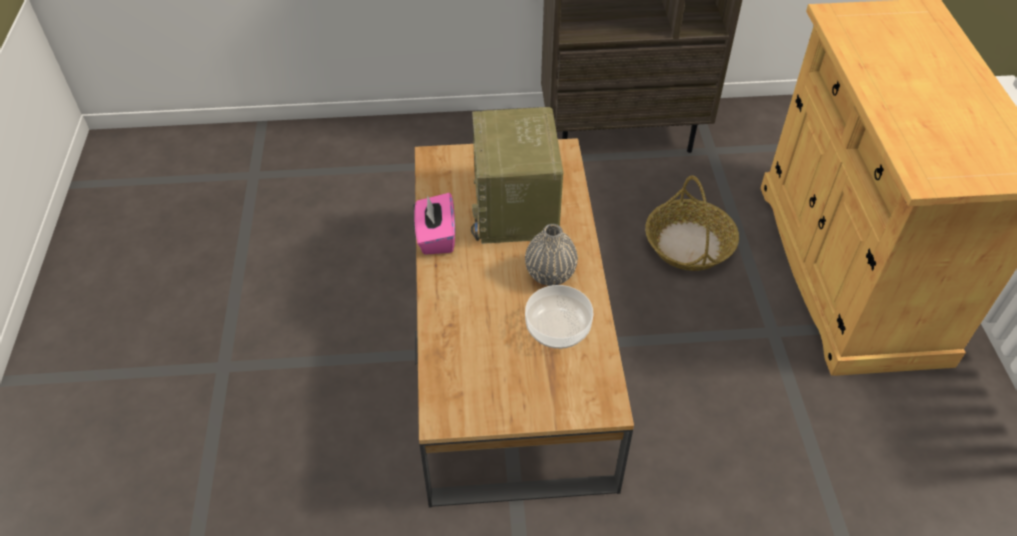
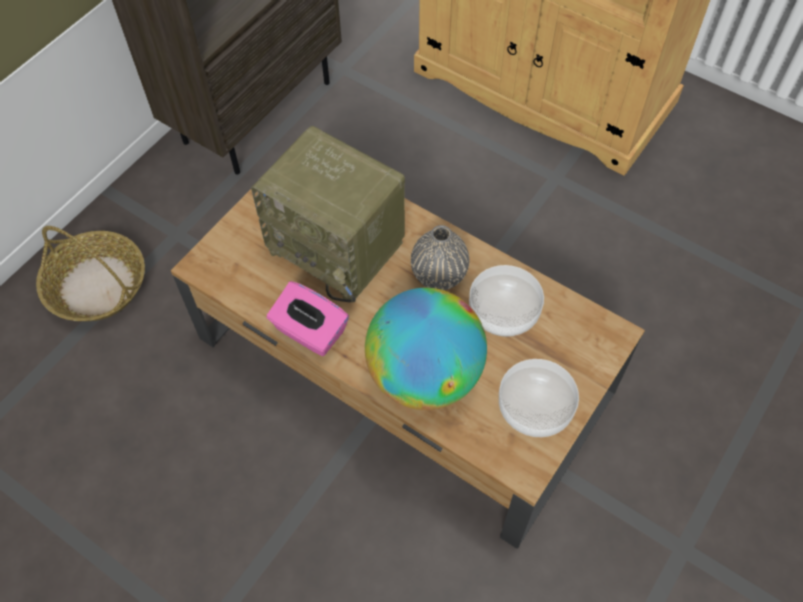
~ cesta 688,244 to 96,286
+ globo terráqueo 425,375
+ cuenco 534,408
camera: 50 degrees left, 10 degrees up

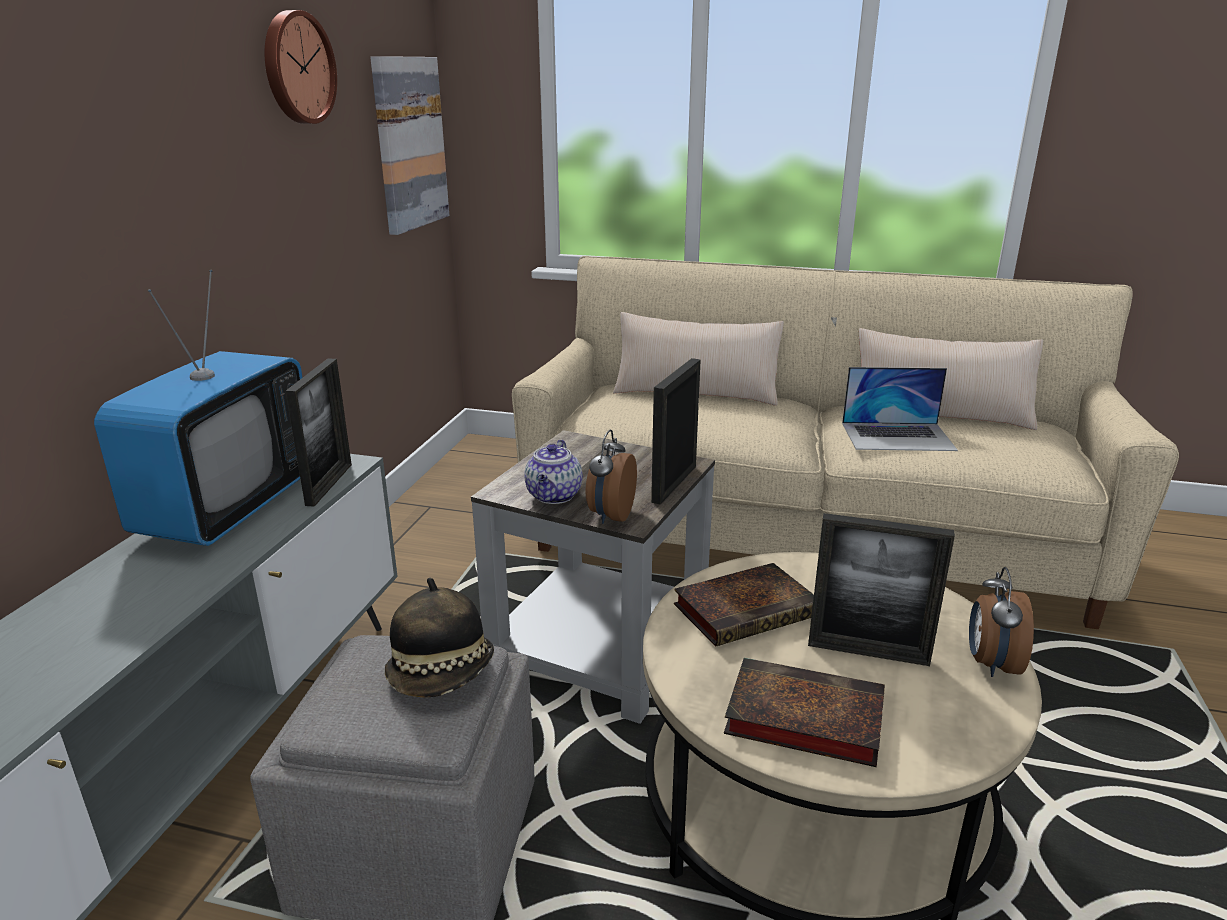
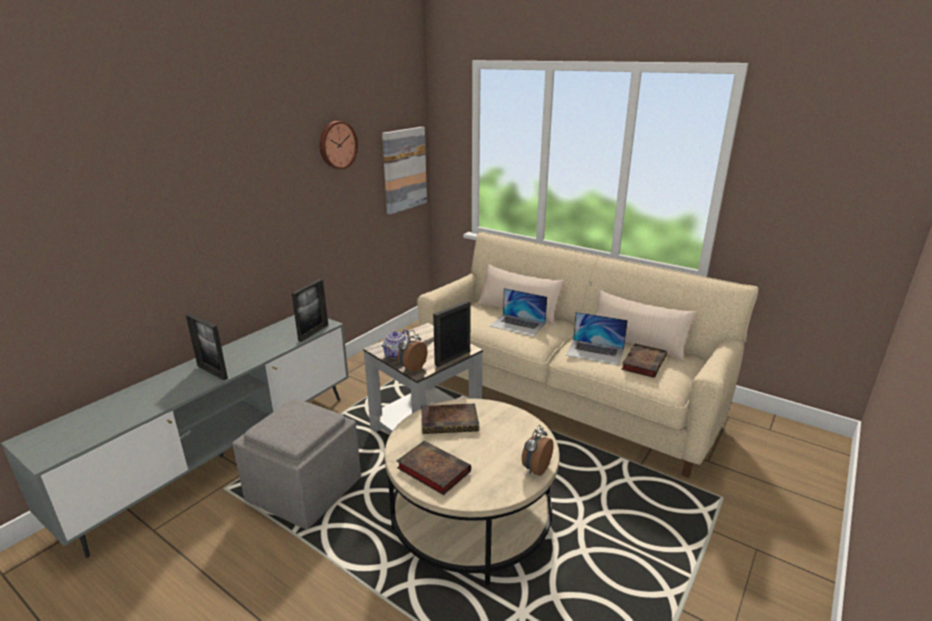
- televisor 229,507
~ portarretratos 868,652 to 212,372
- sombrero 442,674
+ portátil 518,325
+ libro 643,362
camera: 20 degrees right, 0 degrees up

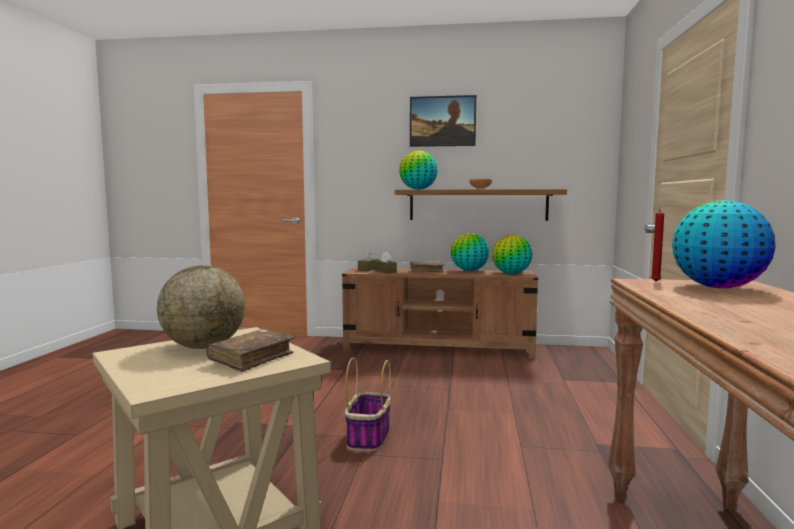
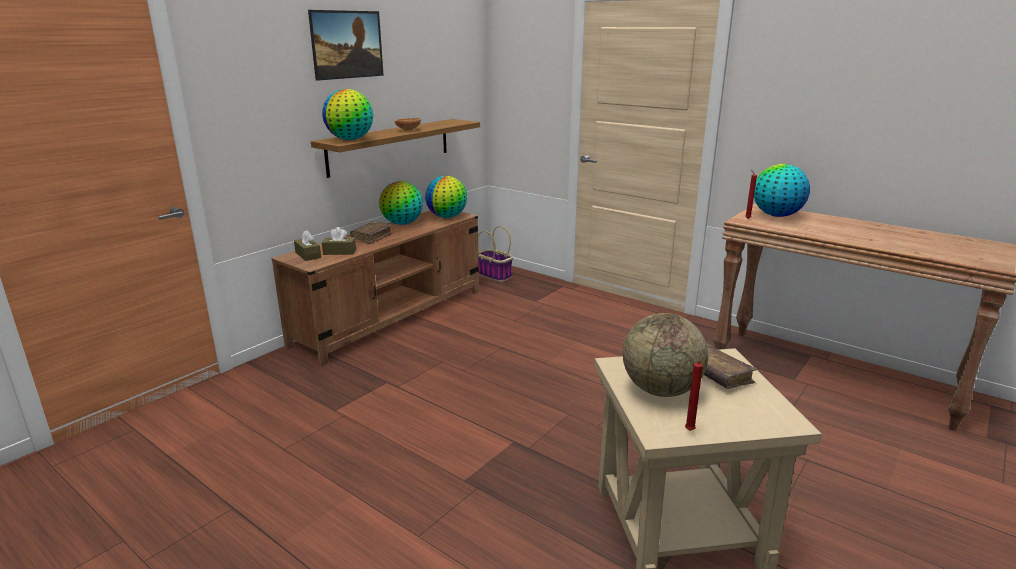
~ cesta 368,438 to 495,275
+ vela/rojo 689,431
camera: 60 degrees left, 15 degrees up

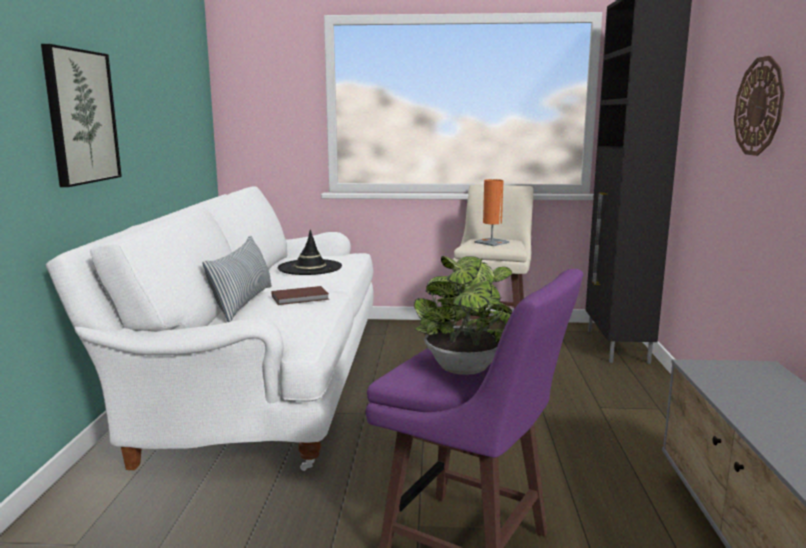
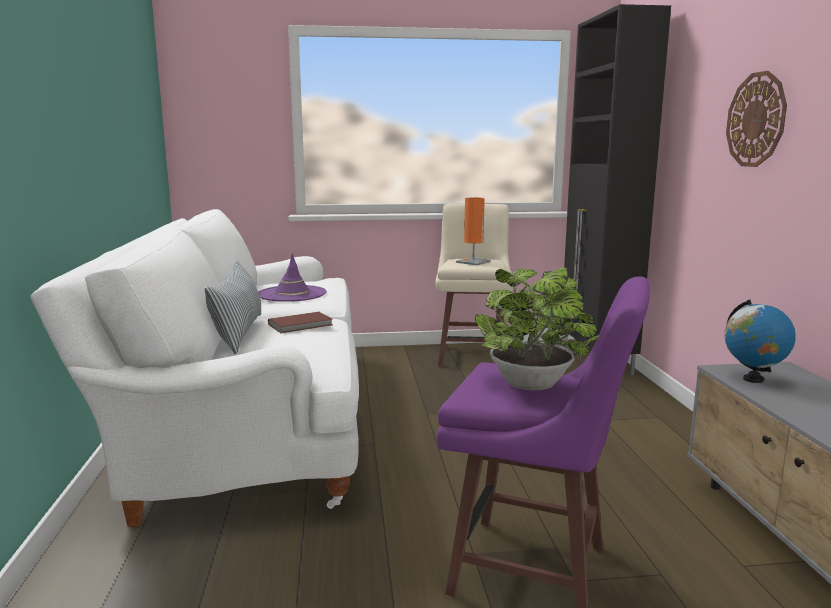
- cuadro 81,117
~ sombrero/negro 310,267 to sombrero/morado 292,294
+ globo terráqueo 753,379
camera: 10 degrees left, 0 degrees up

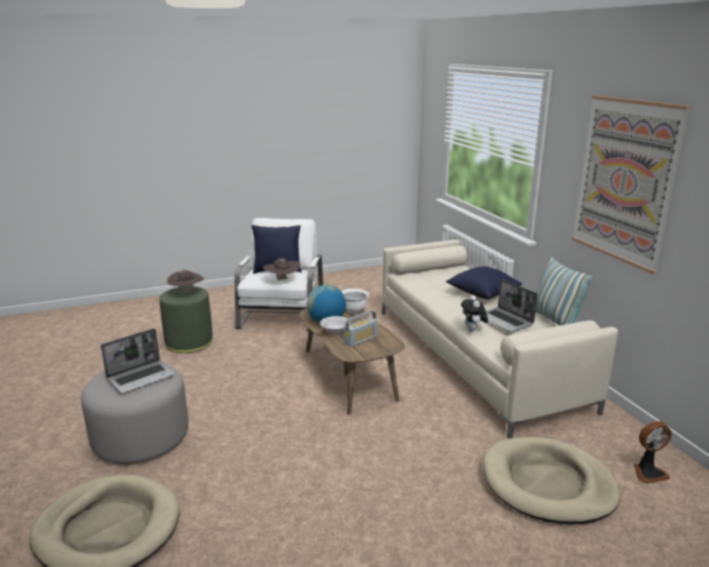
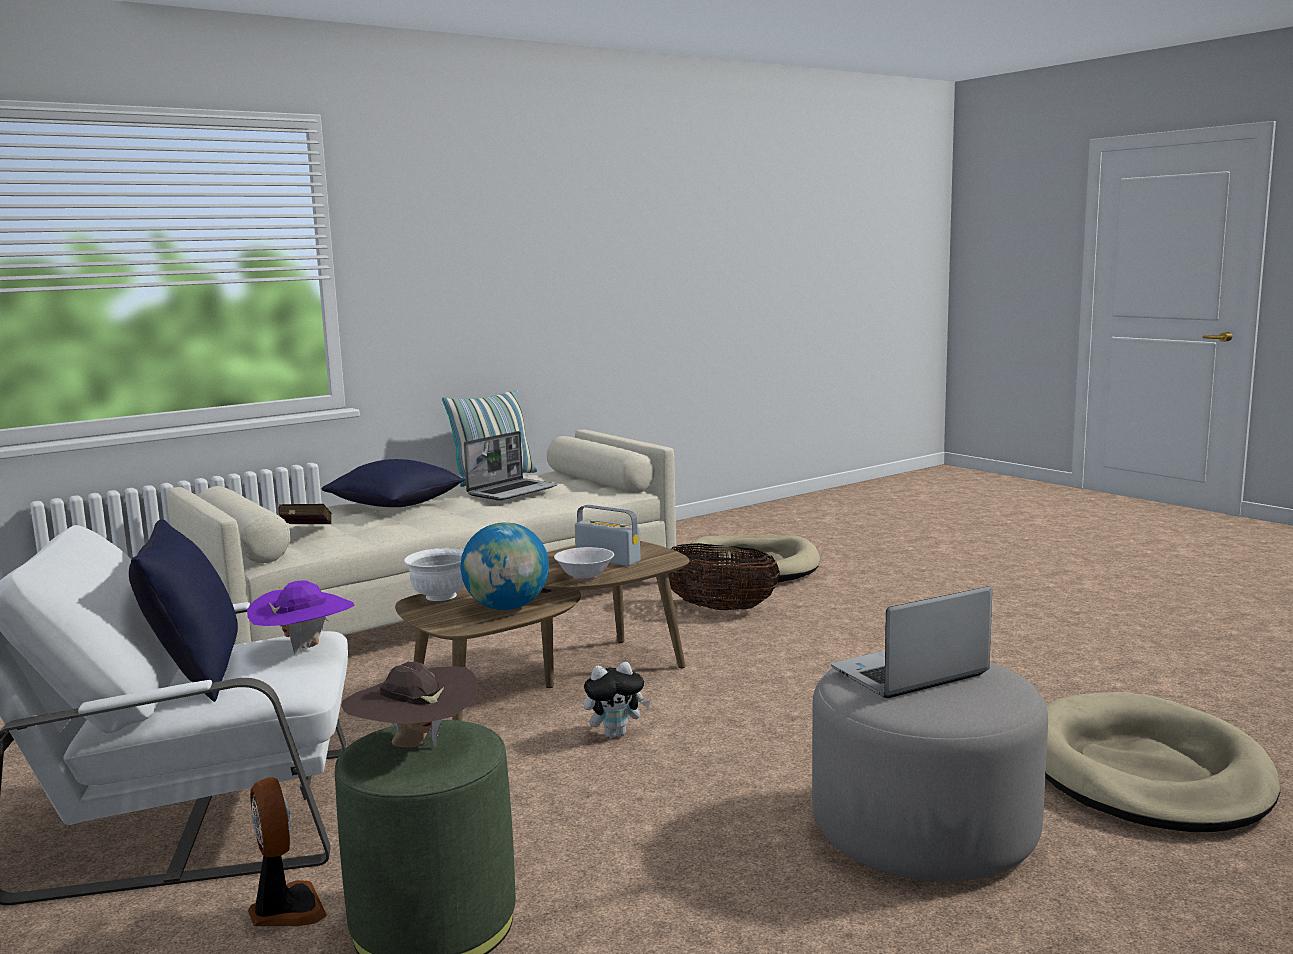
- cuadro 625,181
~ sombrero/marrón 282,280 to sombrero/morado 305,648
~ peluche 473,330 to 615,734
~ portátil 142,377 = 908,674 60 degrees counterclockwise
~ ventilador 648,472 to 285,909
+ libro/rojo 306,532
+ cesta 719,608
camera: 105 degrees left, 10 degrees down

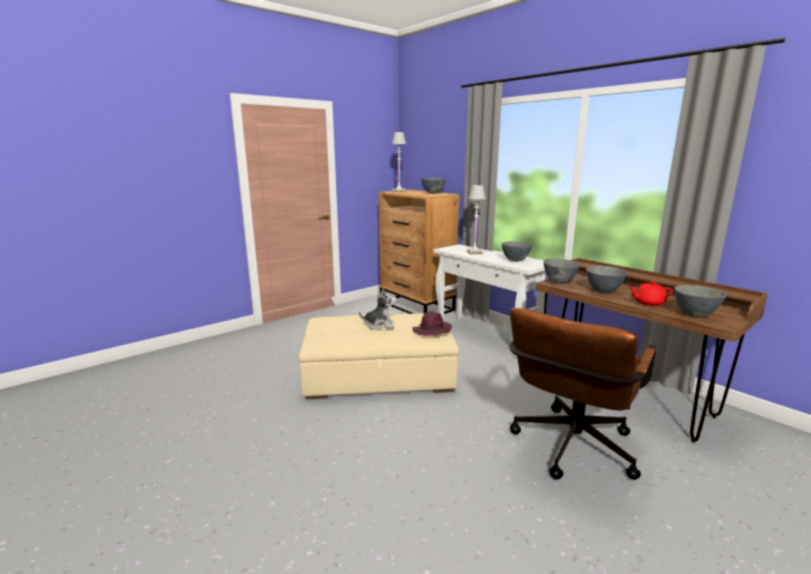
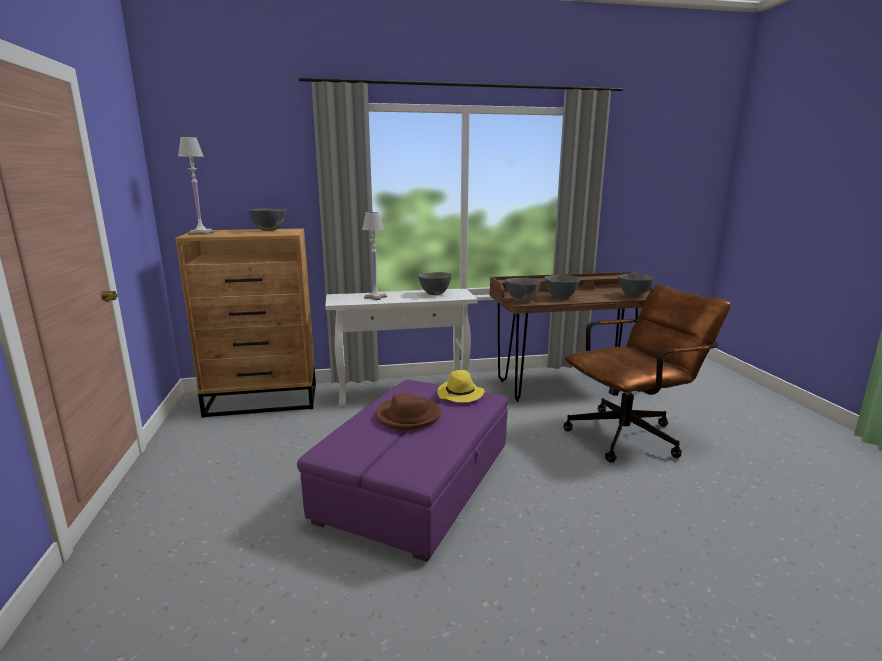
- tetera/rojo 648,303
~ peluche 379,325 to sombrero/marrón 408,416
~ silla de oficina/marrón 569,450 = 631,434 90 degrees counterclockwise
~ sombrero/morado 432,331 to sombrero/amarillo 460,395
~ puf/beis 379,374 to puf/morado 417,482
camera: 60 degrees left, 0 degrees up

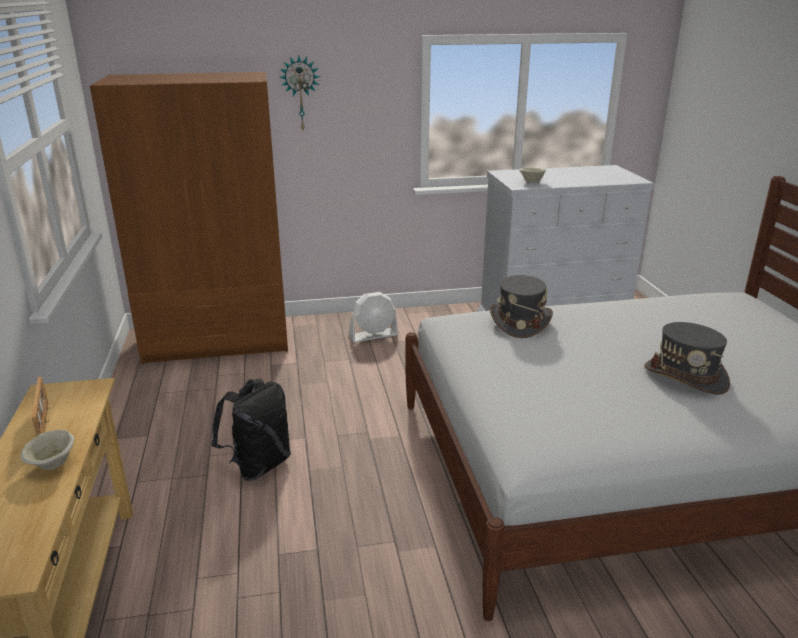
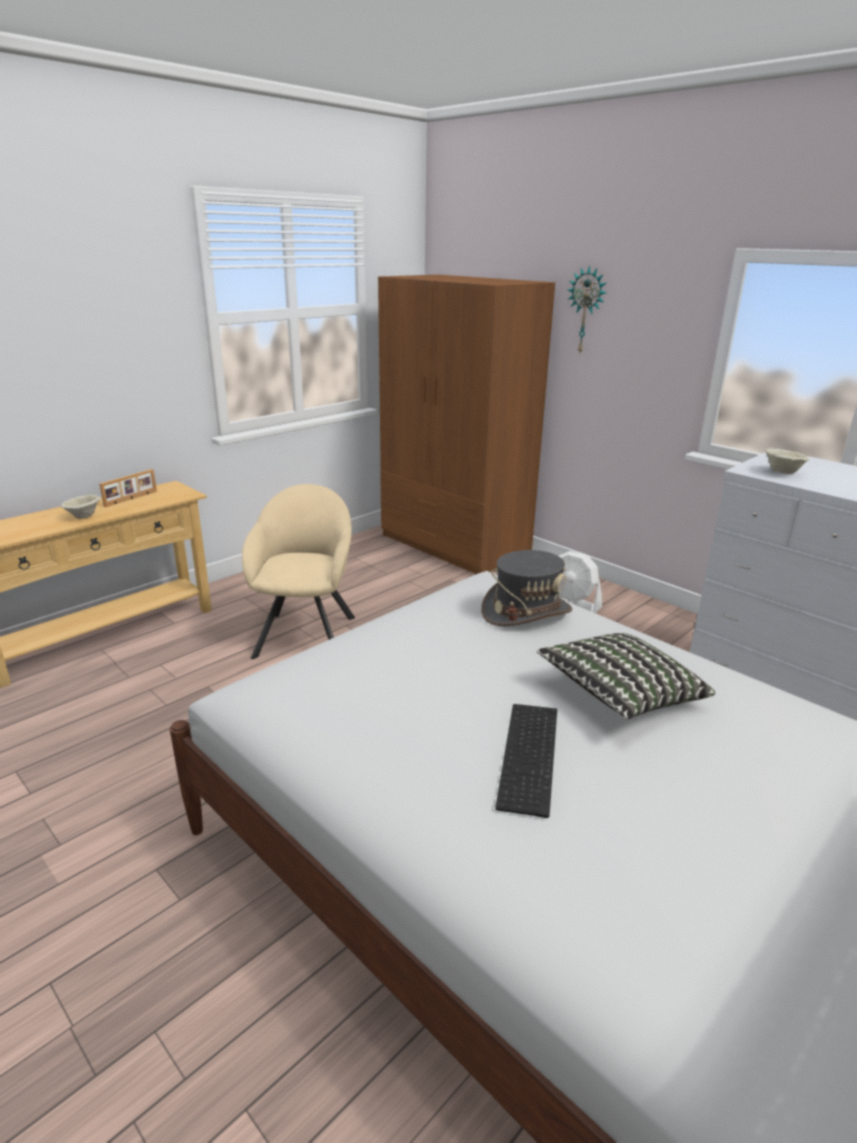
~ sombrero/gris 685,377 to teclado 532,757
~ mochila/negro 258,465 to sillón/beis 307,633
+ cojín 619,695
camera: 55 degrees right, 0 degrees up

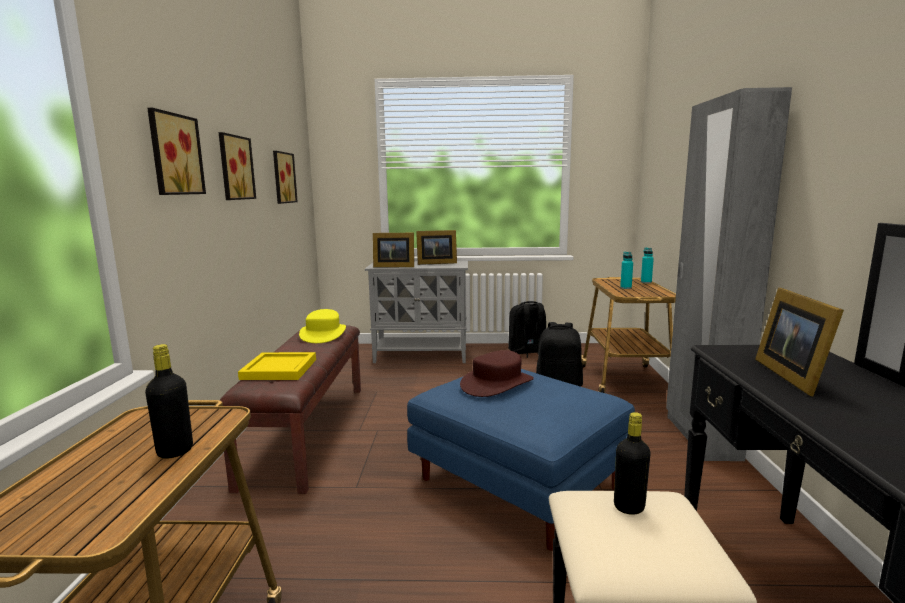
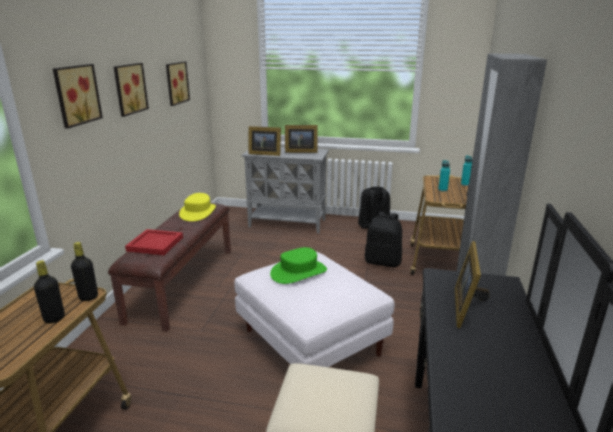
~ sombrero/marrón 496,383 to sombrero/verde 298,272
~ bandeja/amarillo 278,369 to bandeja/rojo 154,244
~ puf/azul 515,483 to puf/blanco 309,341
~ botella/negro 629,507 to 88,297
camera: 10 degrees right, 10 degrees up

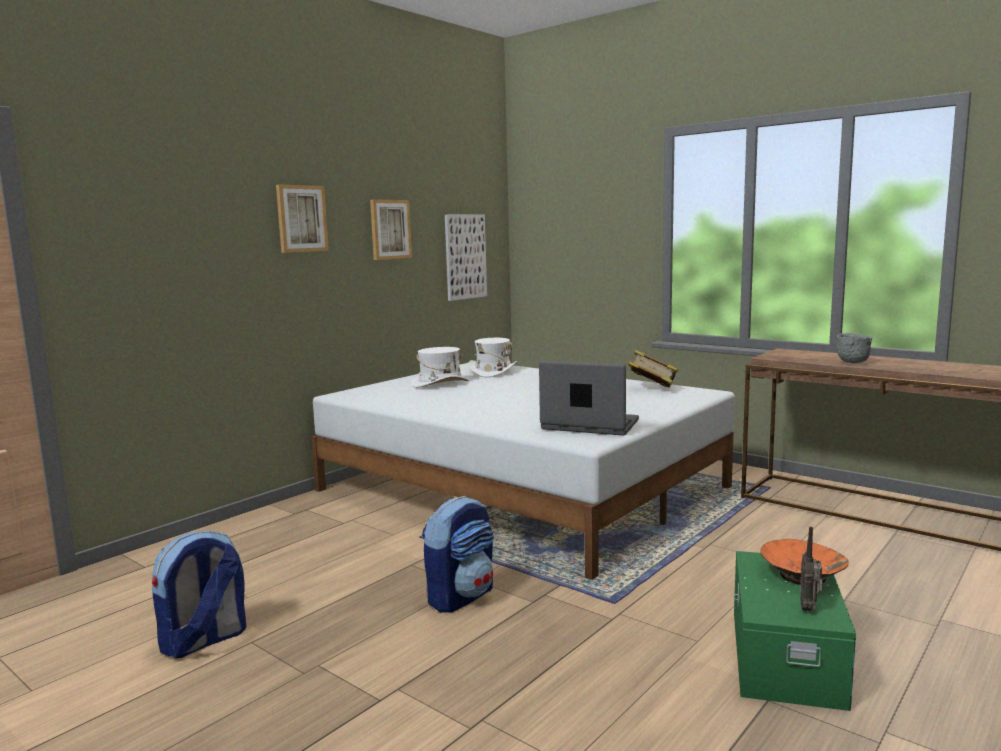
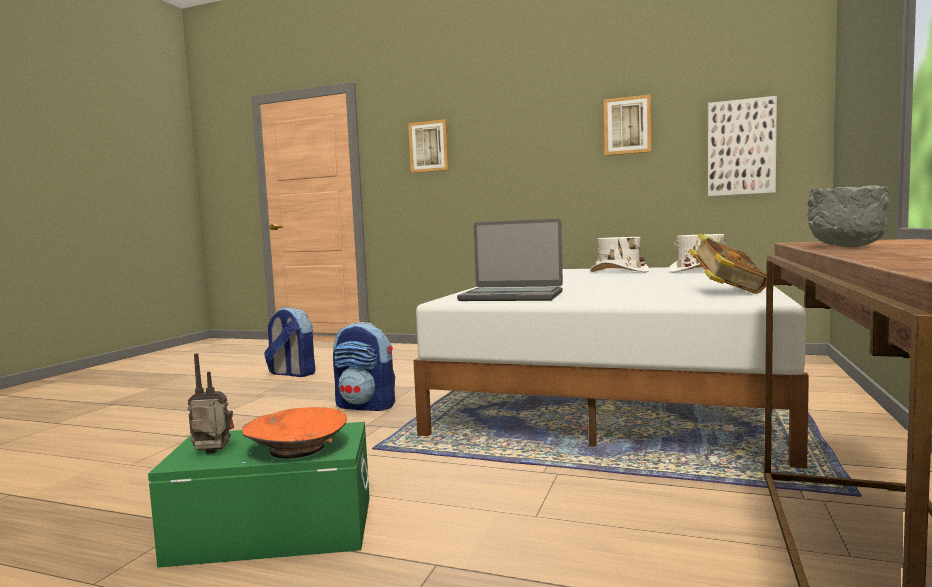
~ cuadro 301,218 to 429,146
~ portátil 590,425 = 512,296 105 degrees clockwise
camera: 70 degrees right, 5 degrees down

